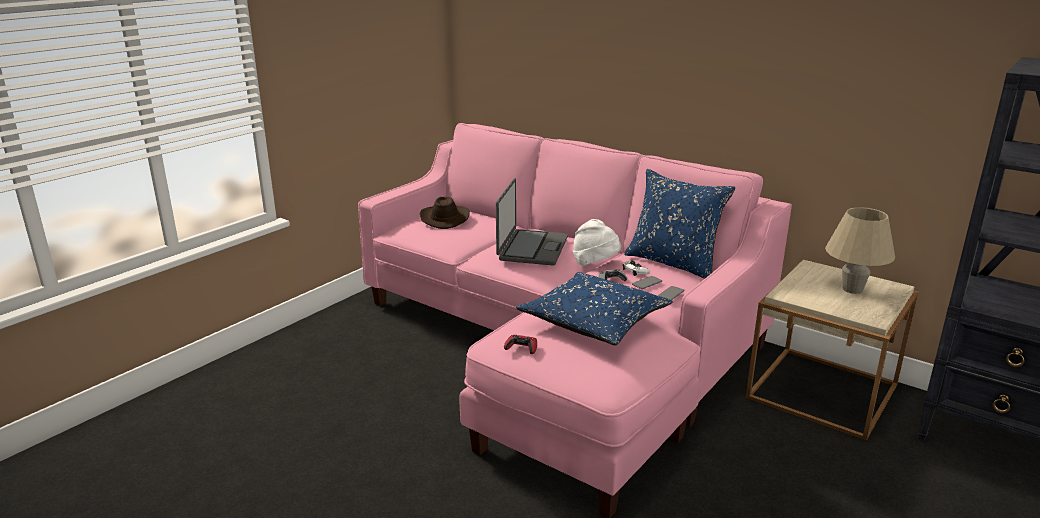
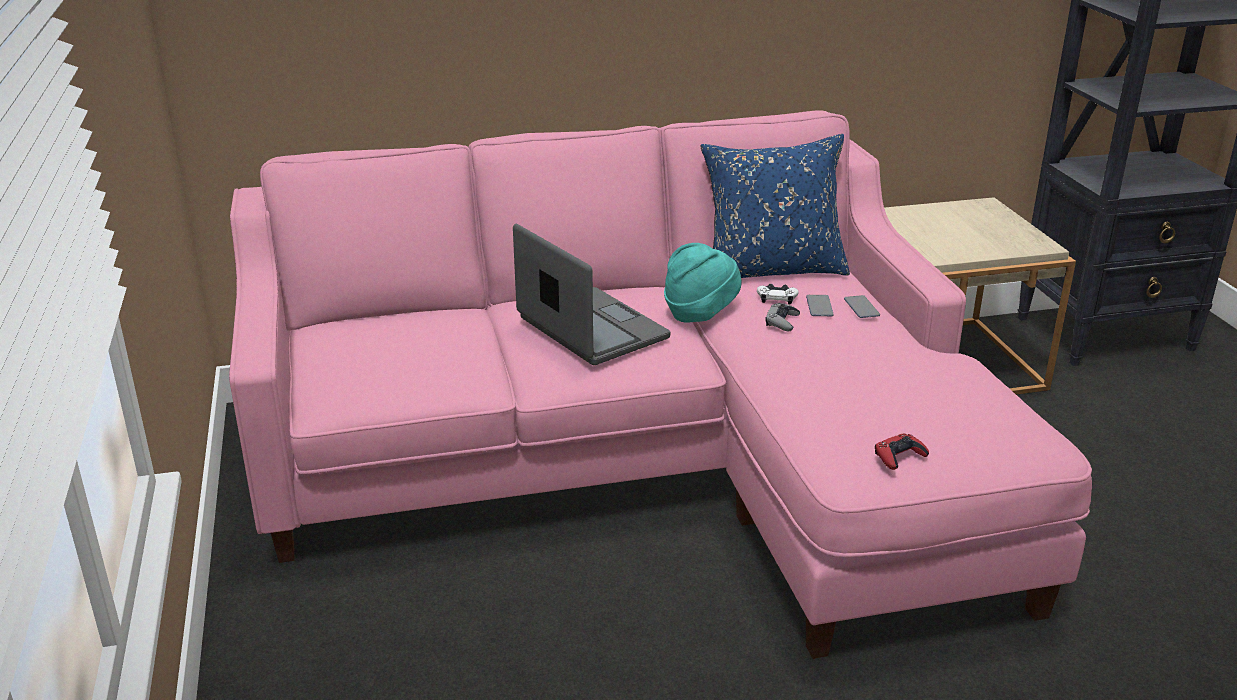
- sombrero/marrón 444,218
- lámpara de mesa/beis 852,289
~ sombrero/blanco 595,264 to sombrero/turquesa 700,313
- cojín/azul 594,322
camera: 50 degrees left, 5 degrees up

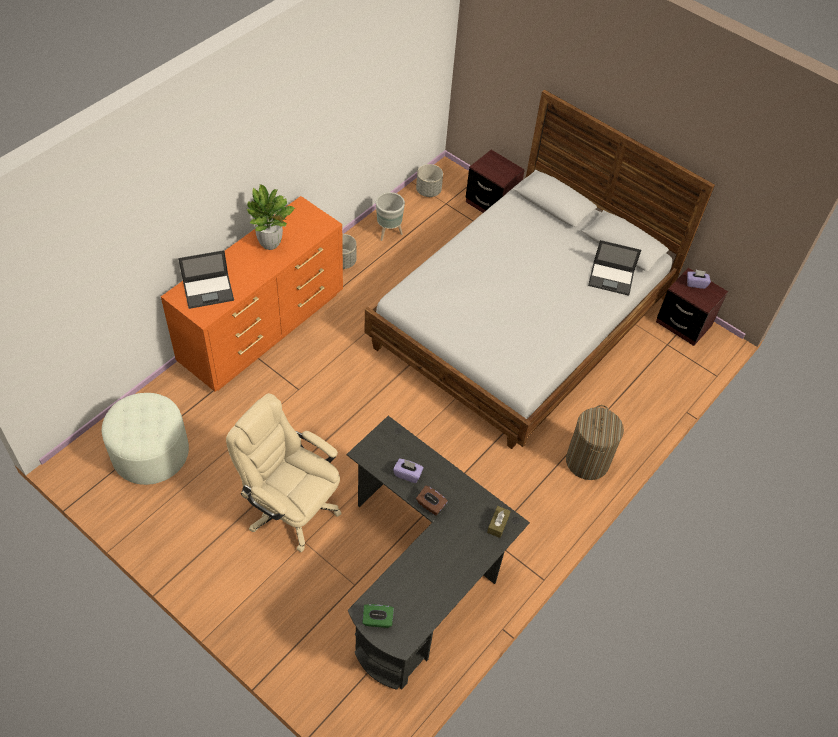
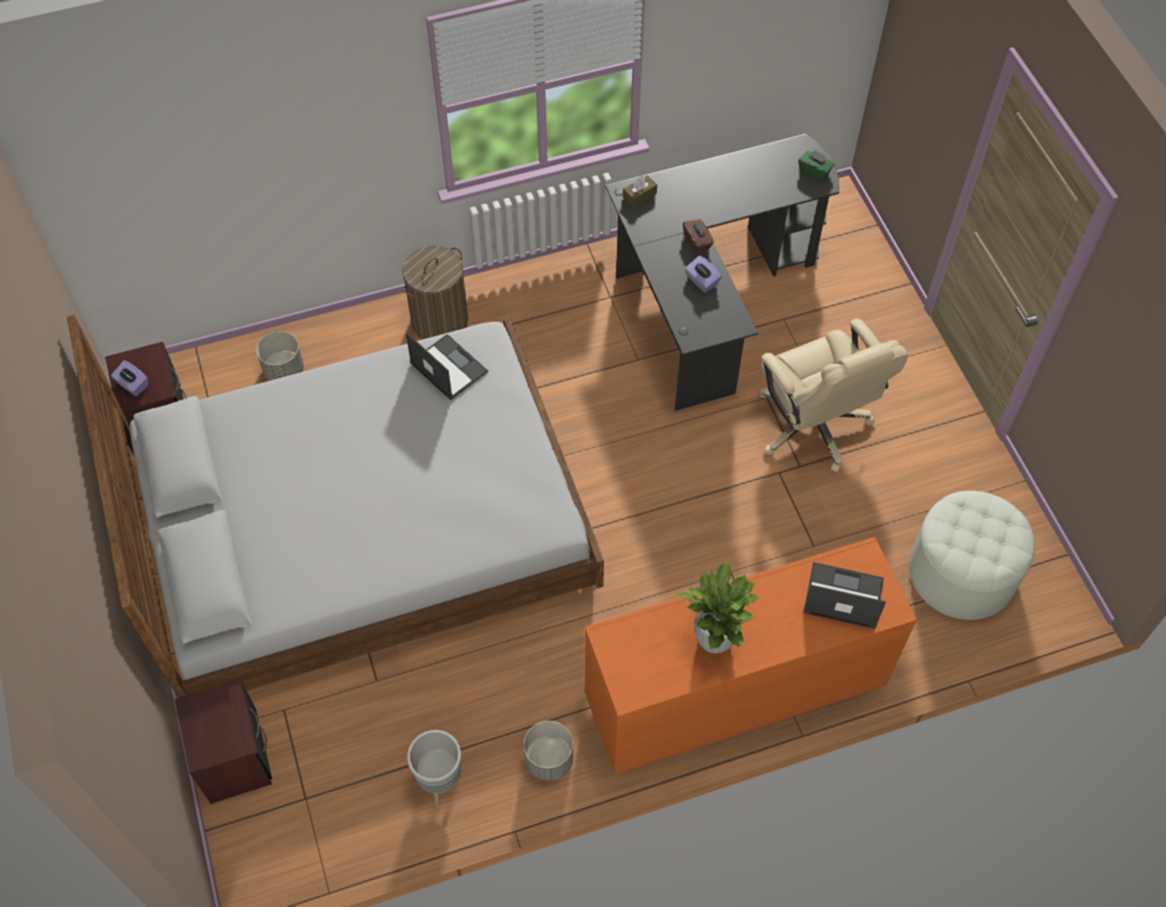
~ maceta/gris 428,191 to 284,370
~ portátil 611,278 to 448,367
camera: 145 degrees left, 5 degrees up

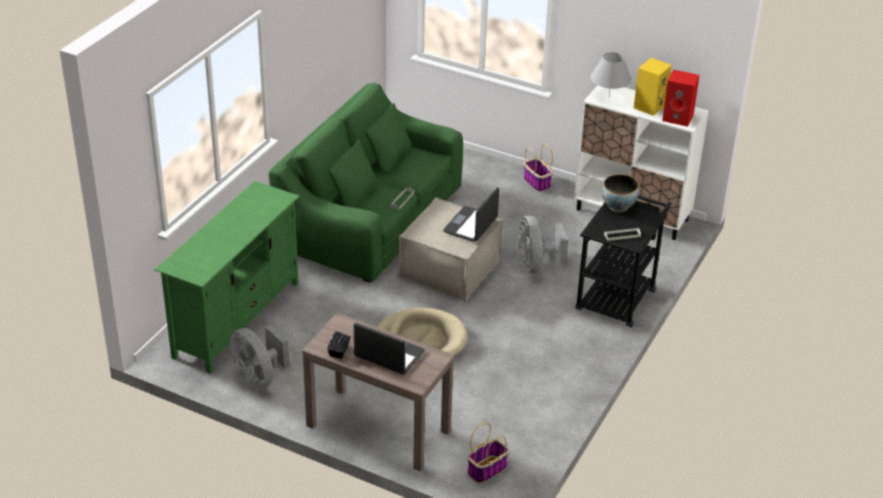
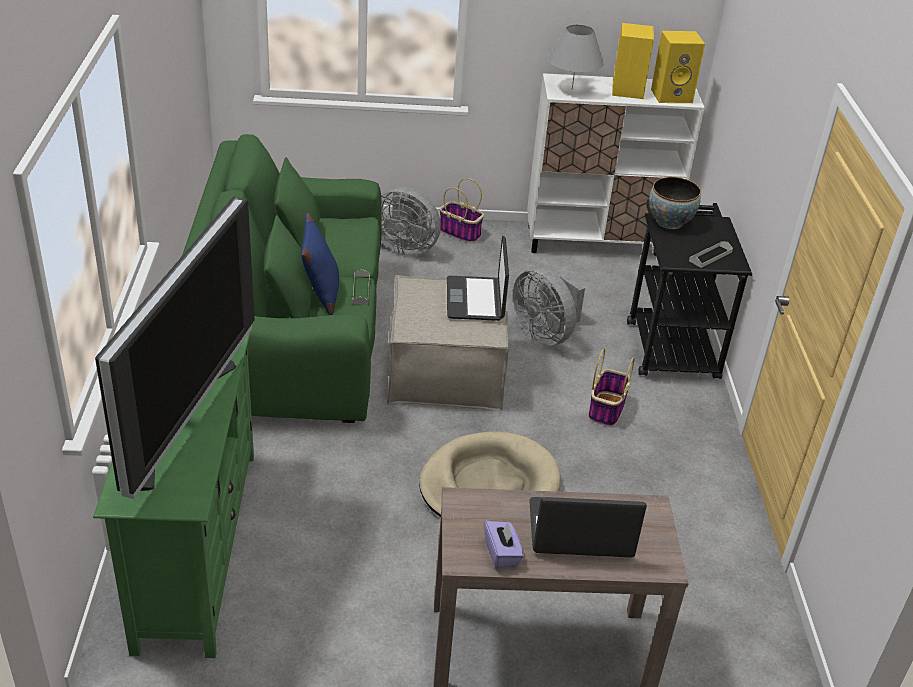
~ altavoz/rojo 678,118 to altavoz/amarillo 672,96
~ ventilador/gris 259,377 to 405,247
~ caja de pañuelos/negro 339,351 to caja de pañuelos/morado 502,553
~ cesta 487,469 to 606,409
+ televisor 180,419
+ cojín/azul 321,295
camera: 30 degrees left, 0 degrees up

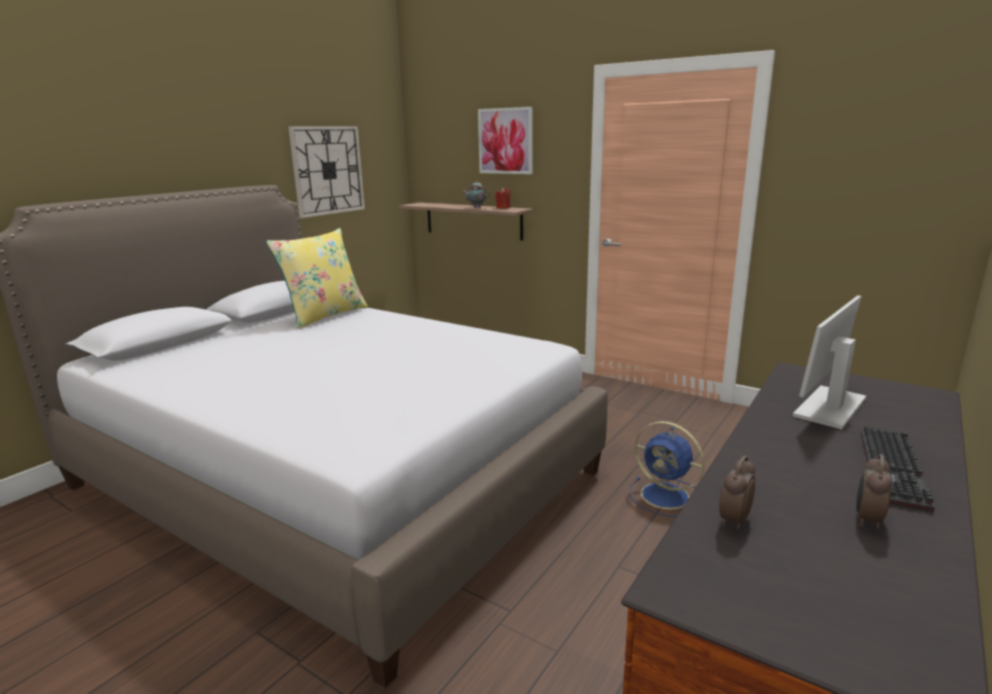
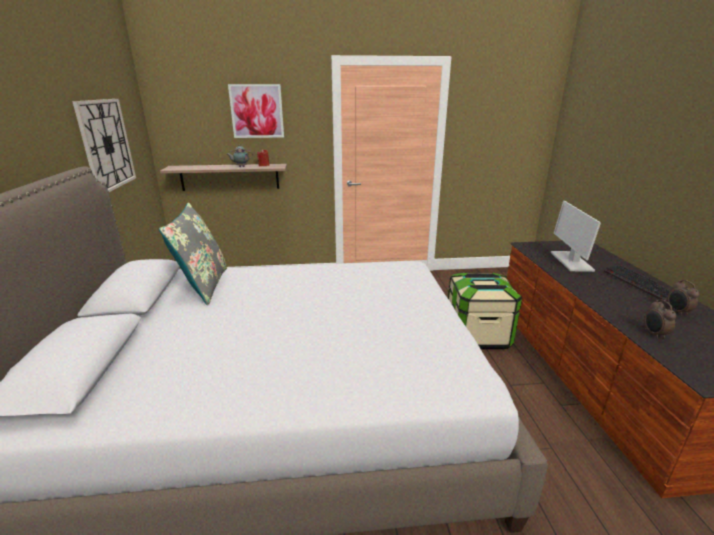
~ cojín/amarillo 324,315 to cojín/gris 203,286
~ ventilador/azul 667,497 to caja de almacenaje 477,335
camera: 40 degrees left, 5 degrees up

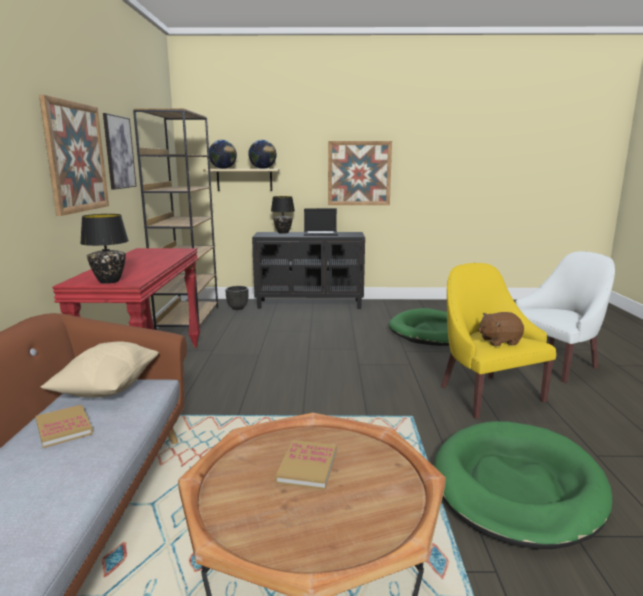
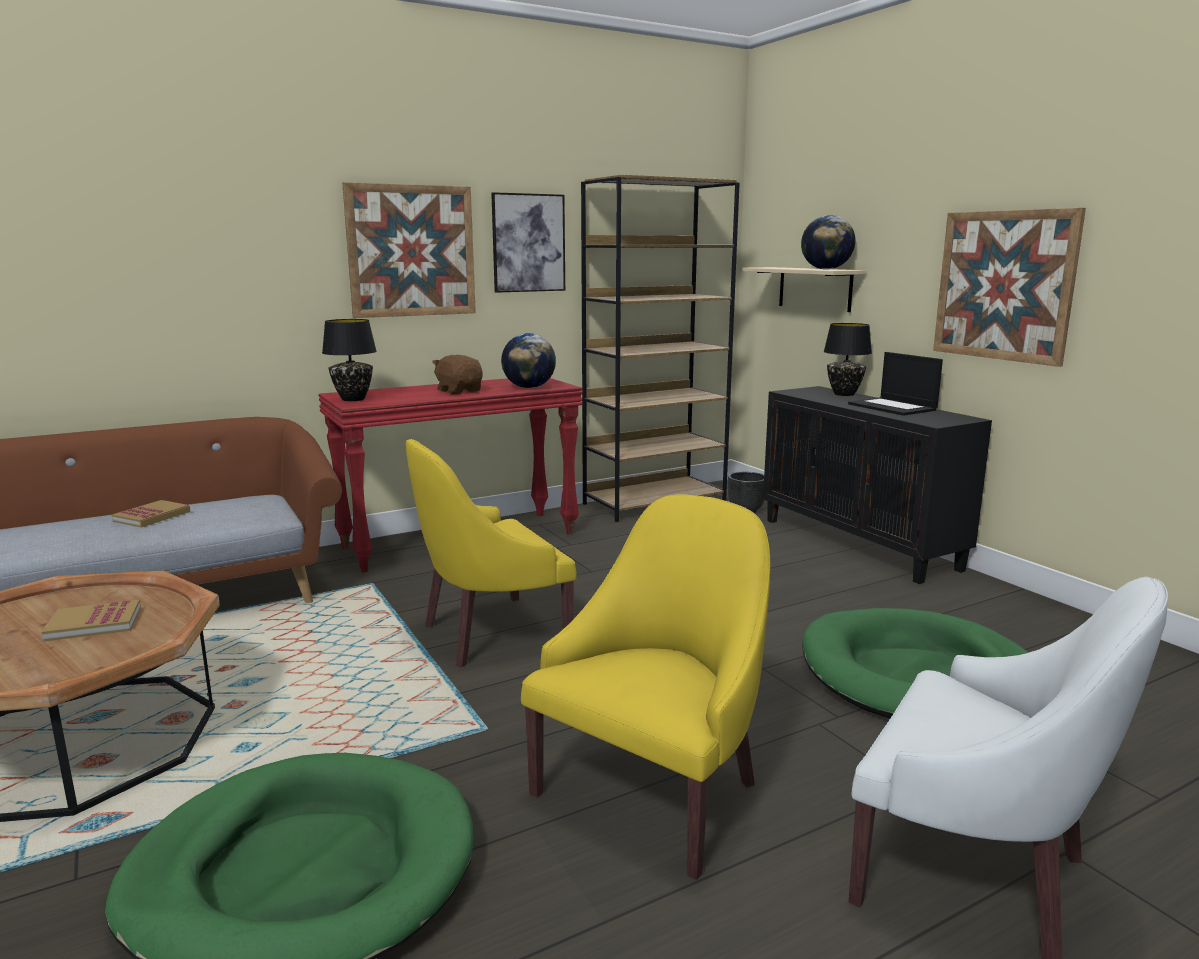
~ globo terráqueo 223,168 to 529,387
~ peluche/marrón 499,341 to 459,391
- cojín/beis 107,389
+ sillón/amarillo 490,633
camera: 60 degrees right, 0 degrees up

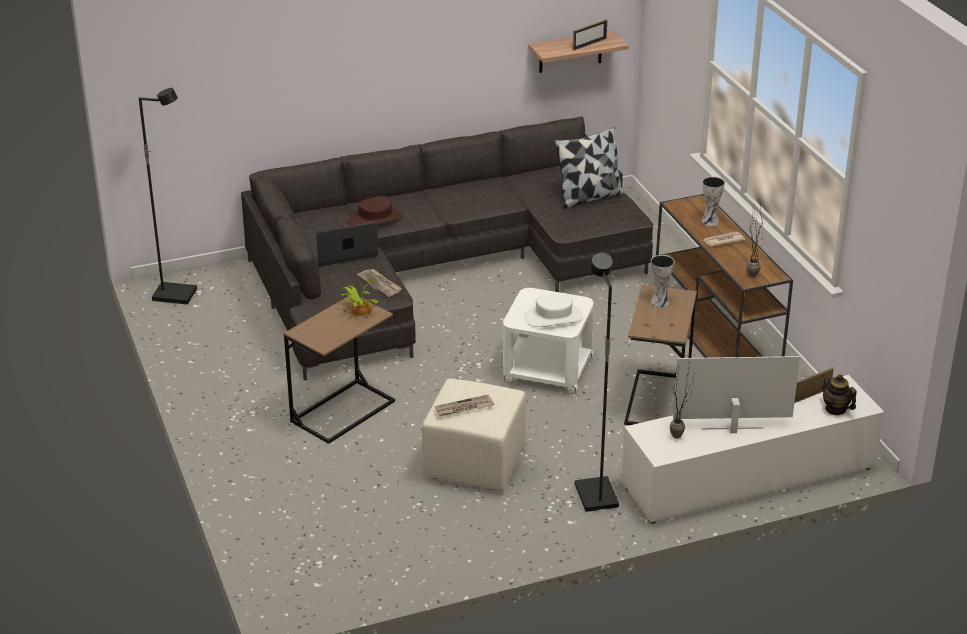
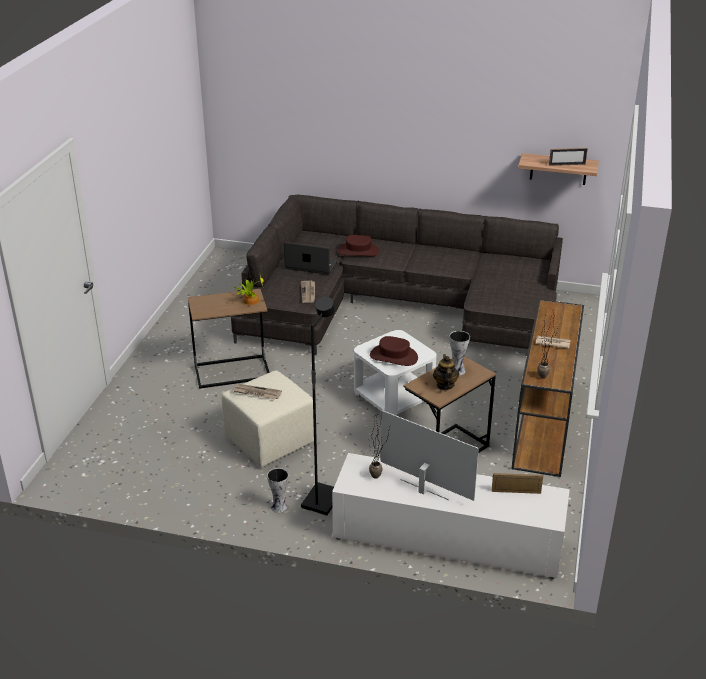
- lámpara de pie/negro 175,295
- cojín 589,197
~ florero 711,221 to 279,507
~ sombrero/blanco 553,317 to sombrero/marrón 394,356
~ tetera 835,409 to 445,385
camera: 35 degrees right, 0 degrees up

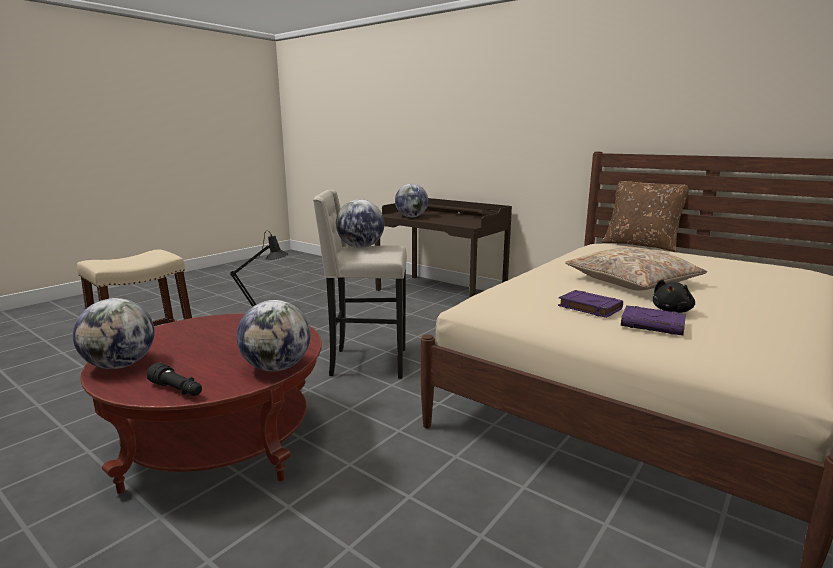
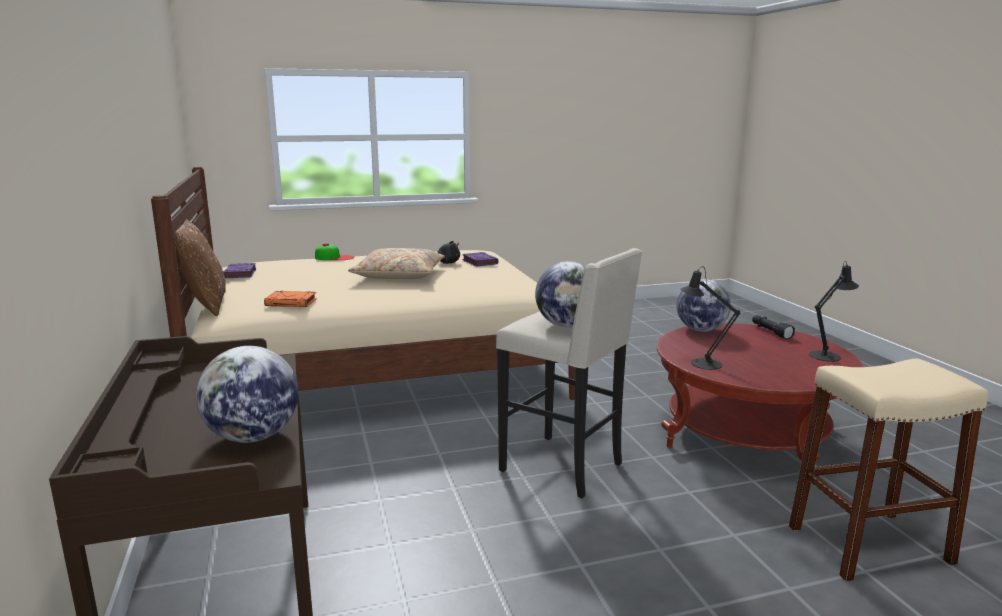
~ libro/morado 589,307 to 240,274
~ globo terráqueo 121,365 to lámpara de mesa/negro 827,355
+ gorra 334,257
+ libro/naranja 291,302
camera: 145 degrees left, 0 degrees up

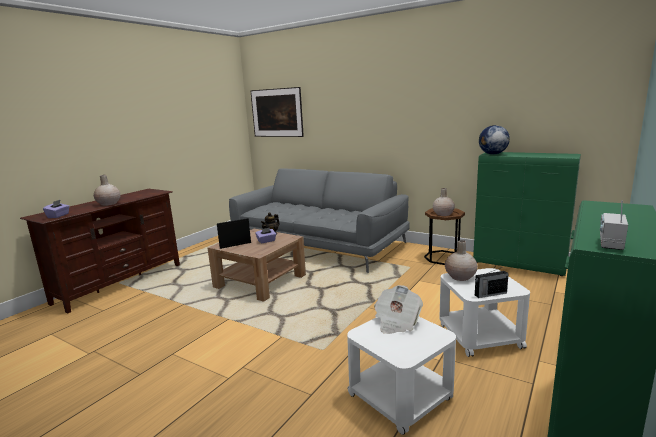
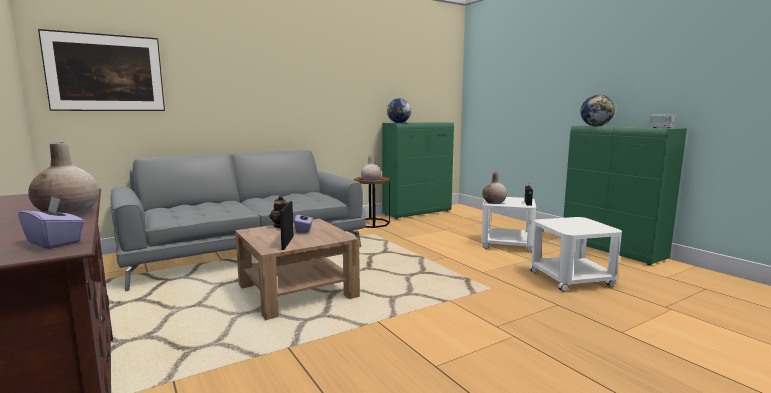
- periódico 396,322
+ globo terráqueo 596,126
camera: 65 degrees left, 5 degrees down

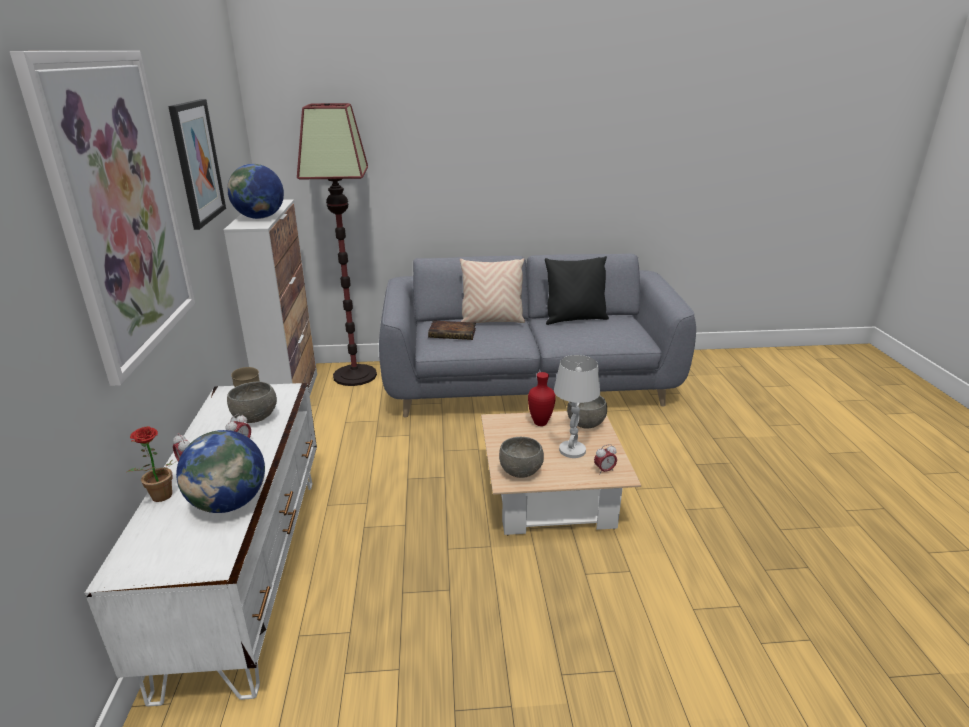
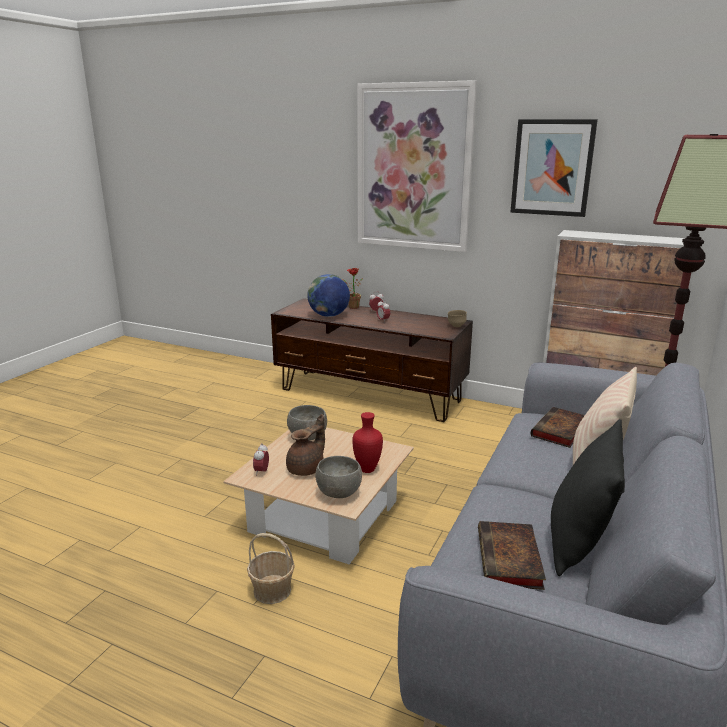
- globo terráqueo 260,218
~ lámpara de mesa/blanco 572,450 to tetera/marrón 307,469
- cuenco/gris 256,418
~ mueble de televisión/blanco 248,571 to mueble de televisión/marrón 370,395
+ libro 510,560
+ cesta 272,590
camera: 120 degrees right, 5 degrees down

